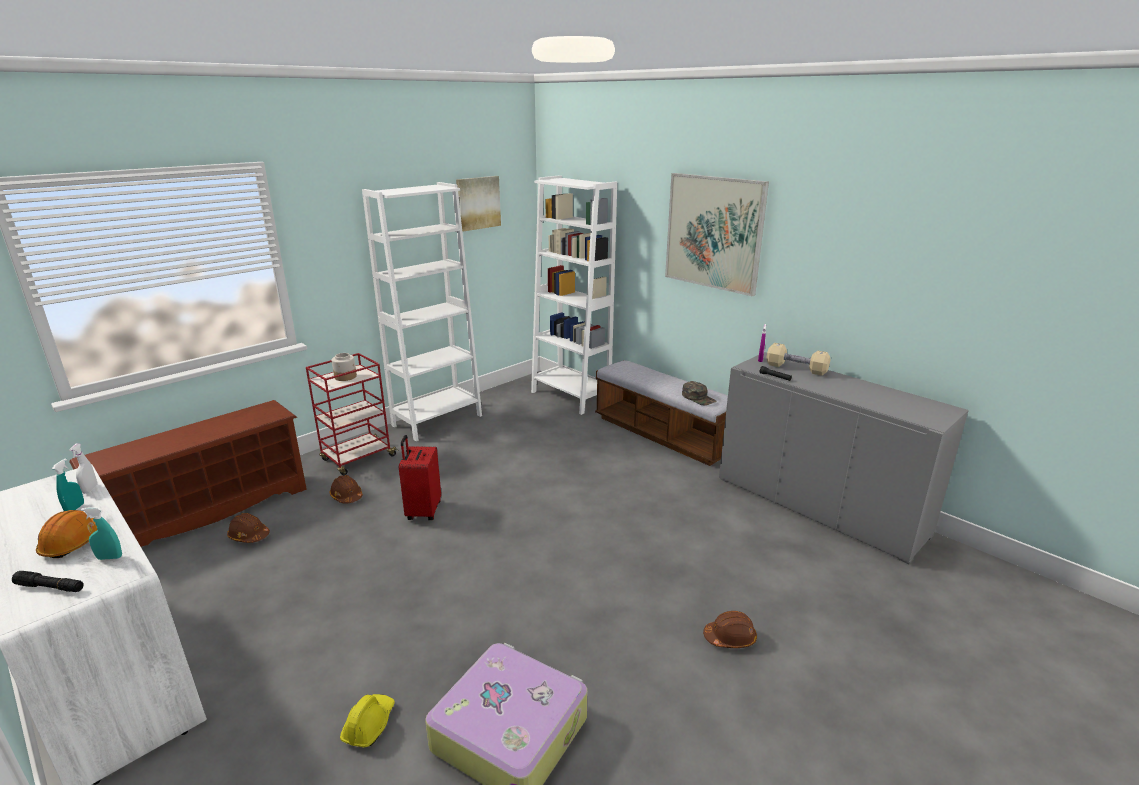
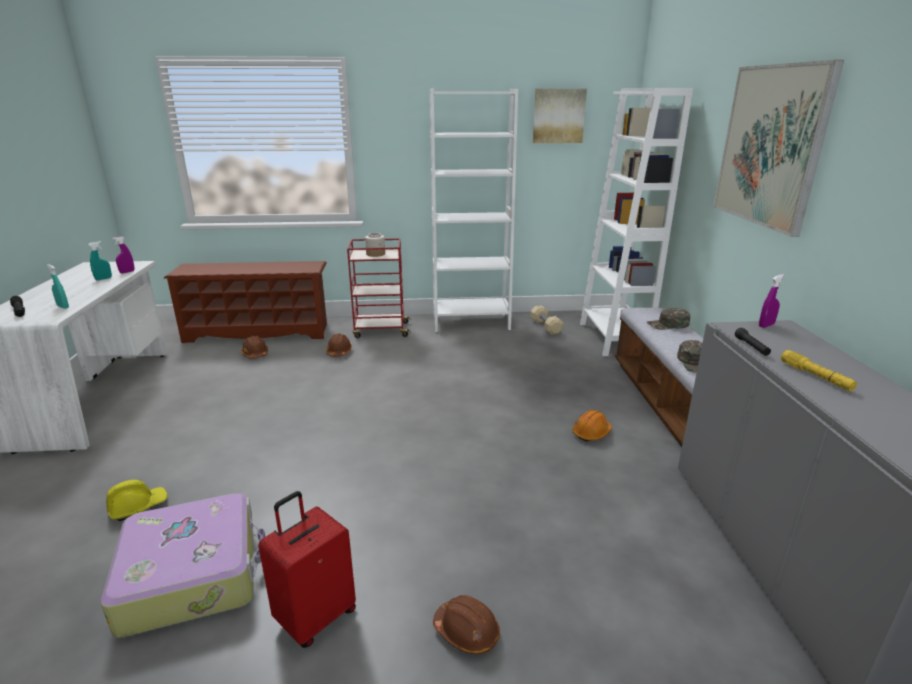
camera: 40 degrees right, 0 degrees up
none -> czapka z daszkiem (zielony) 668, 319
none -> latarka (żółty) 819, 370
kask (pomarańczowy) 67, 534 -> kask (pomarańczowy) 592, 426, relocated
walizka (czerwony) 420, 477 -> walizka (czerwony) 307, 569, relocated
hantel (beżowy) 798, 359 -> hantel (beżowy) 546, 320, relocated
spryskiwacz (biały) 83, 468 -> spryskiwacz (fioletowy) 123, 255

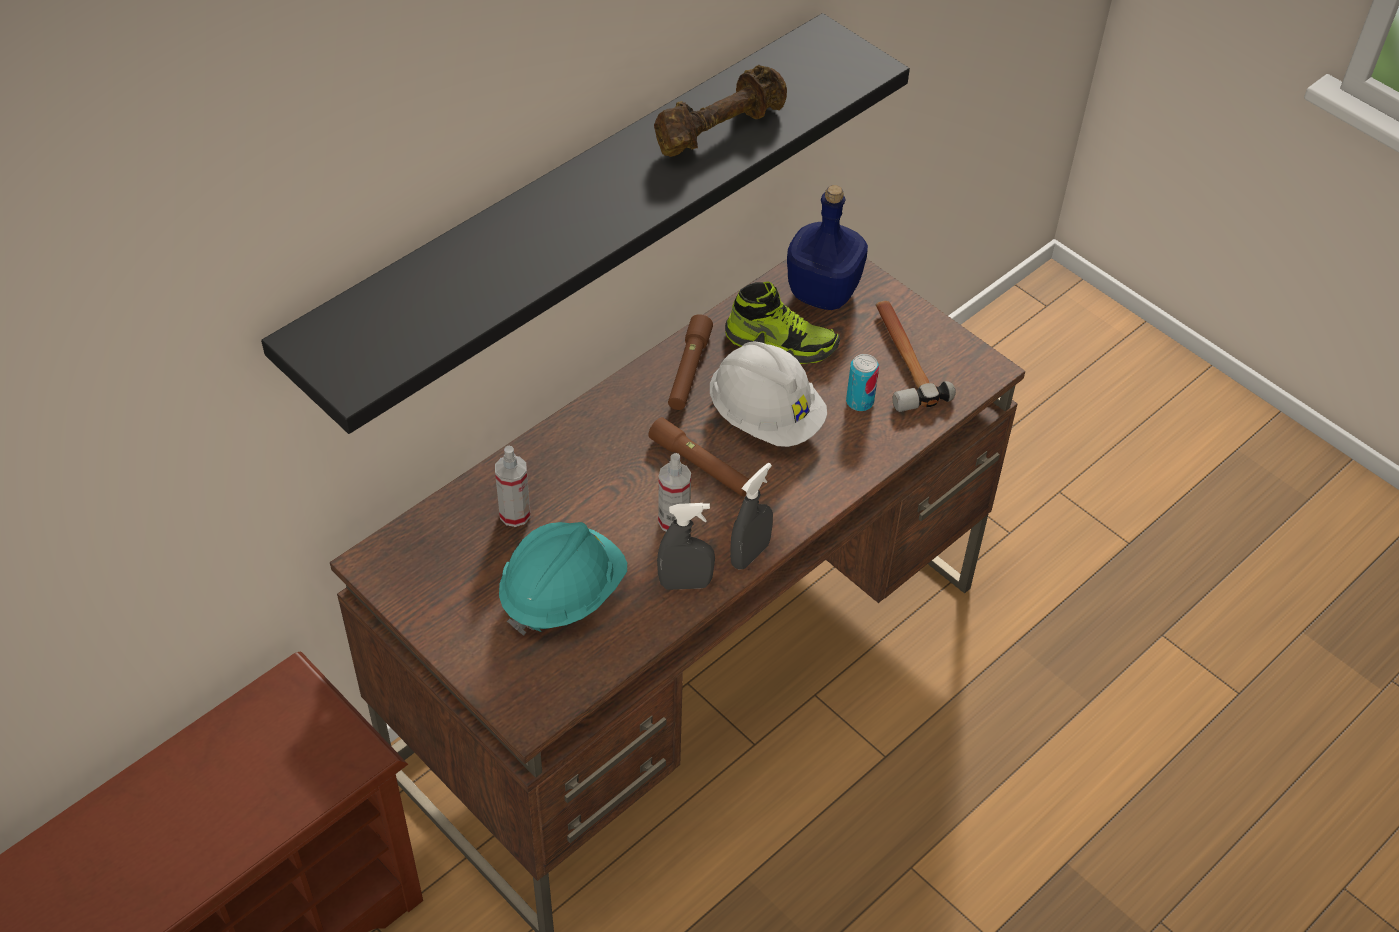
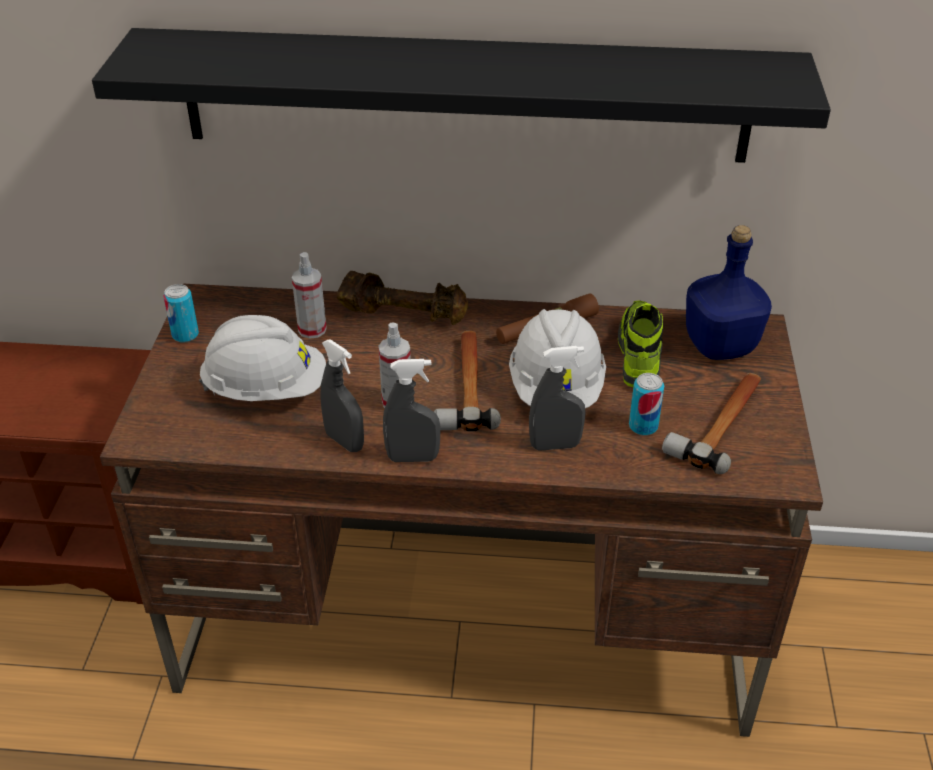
camera: 50 degrees right, 10 degrees down
none -> puszka 181, 313
none -> spryskiwacz (szary) 557, 398
hantel (brązowy) 720, 111 -> hantel (brązowy) 402, 298, relocated
latarka (brązowy) 698, 457 -> młotek 467, 381
kask (turkusowy) 563, 579 -> kask (biały) 262, 358
but 782, 322 -> but 640, 343, 150 degrees counterclockwise

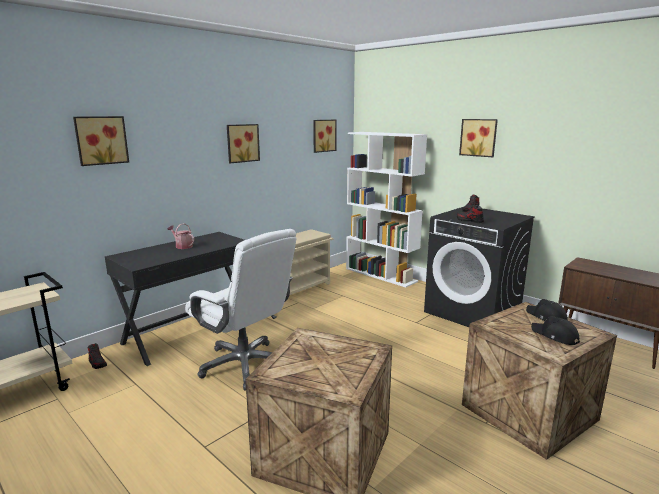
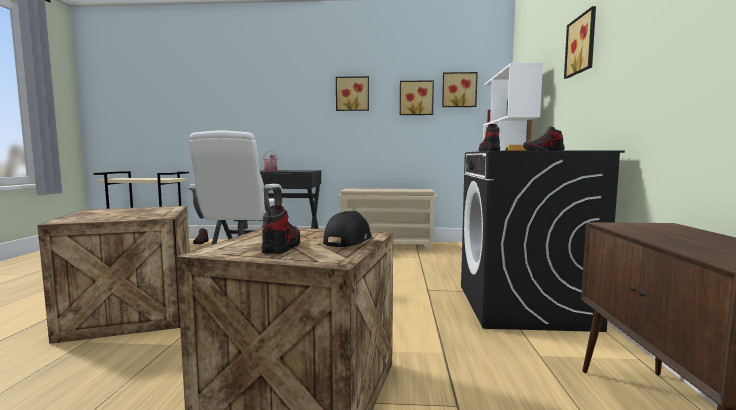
camera: 50 degrees right, 10 degrees down
obraz 101, 141 -> obraz 417, 97, relocated
czapka z daszkiem (czarny) 555, 330 -> but 280, 229

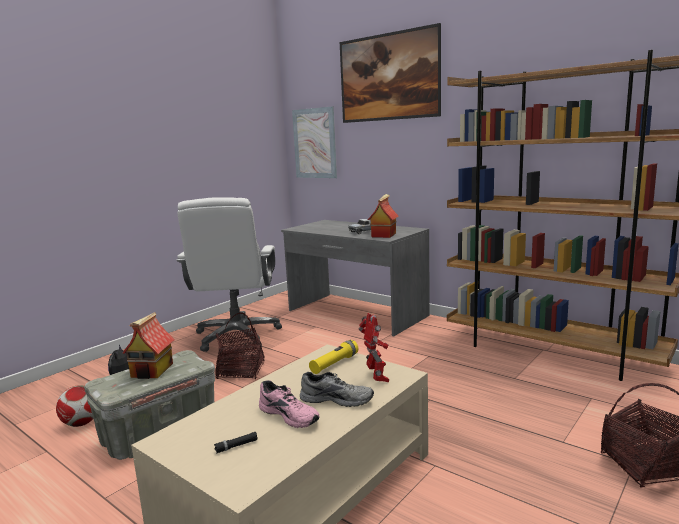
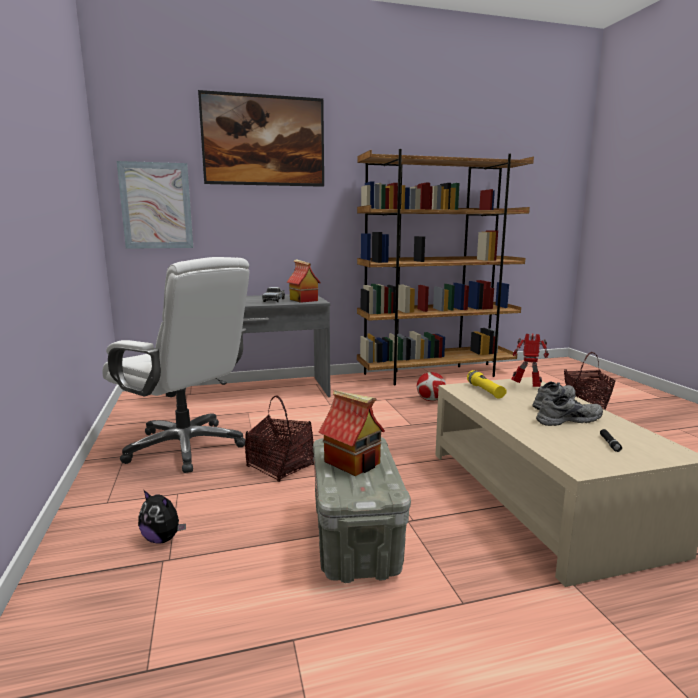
camera: 55 degrees left, 0 degrees up
piłka futbolowa 74, 406 -> piłka futbolowa 431, 386, relocated
but (różowy) 289, 404 -> but (szary) 569, 410

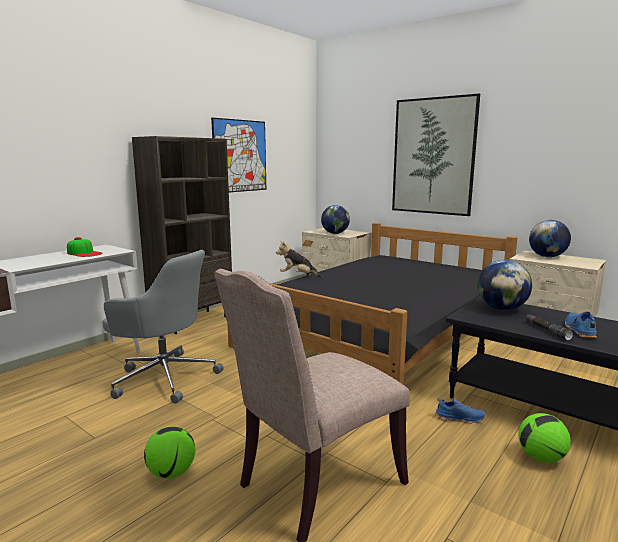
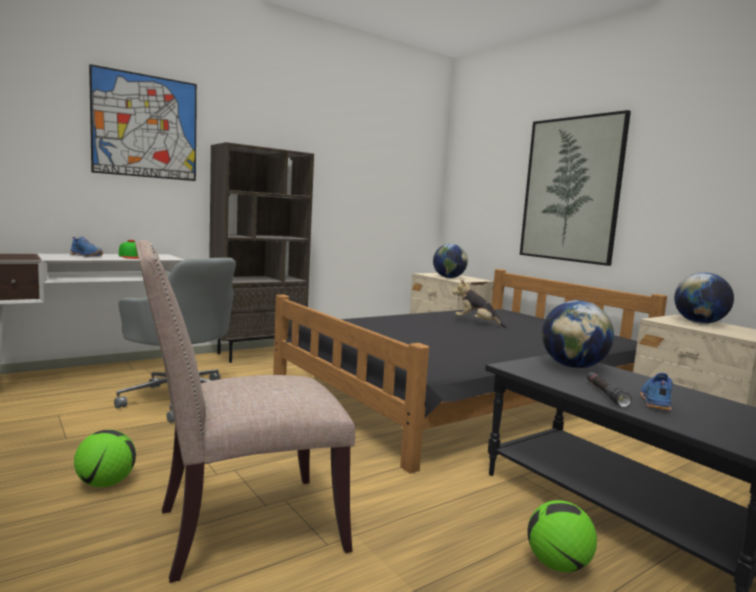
camera: 15 degrees right, 5 degrees down
obraz 238, 154 -> obraz 143, 122, relocated
pluszak 299, 259 -> pluszak 480, 303, relocated
but (niebieski) 460, 411 -> but (niebieski) 86, 246, relocated

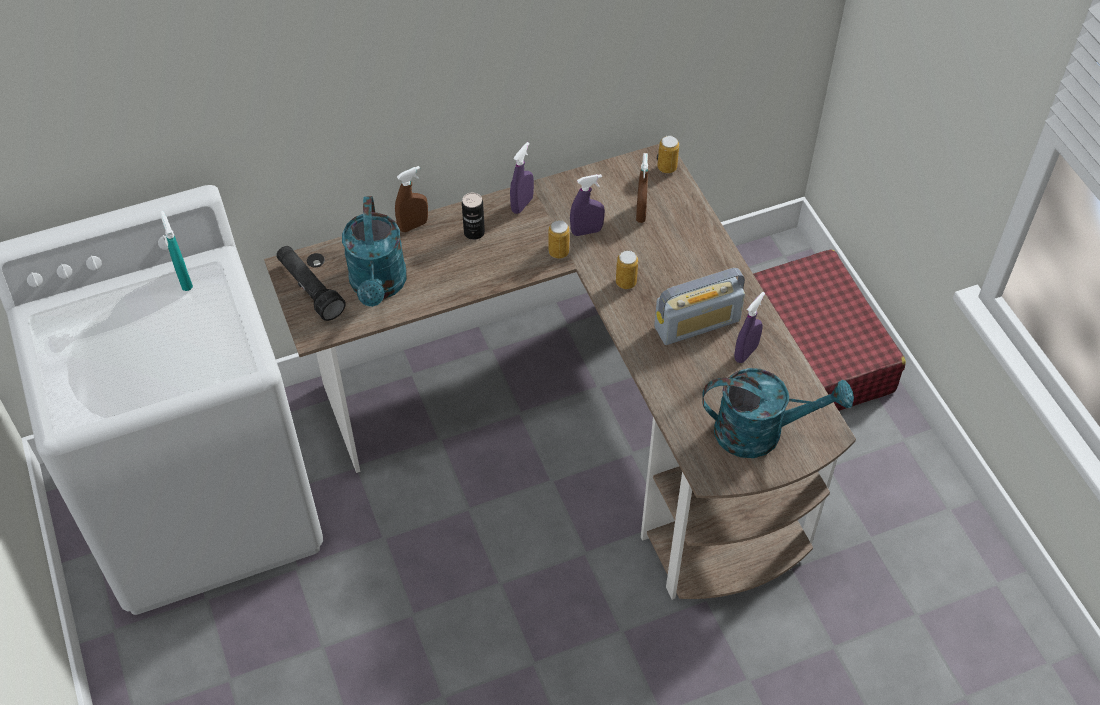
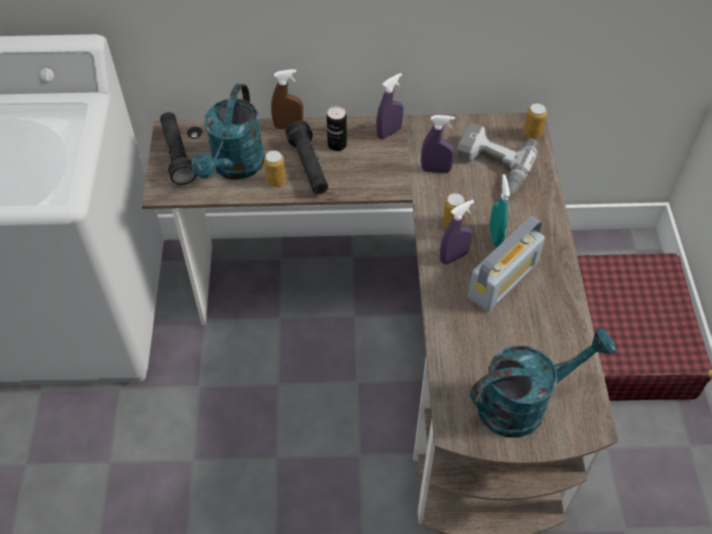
camera: 20 degrees right, 0 degrees up
none -> latarka (czarny) 306, 157
spryskiwacz (turkusowy) 176, 251 -> spryskiwacz (turkusowy) 499, 210, relocated
puszka 559, 239 -> puszka 275, 168, relocated
spryskiwacz (fioletowy) 749, 327 -> spryskiwacz (fioletowy) 457, 232, relocated
spryskiwacz (brązowy) 642, 188 -> wiertarka 497, 159
radio 699, 306 -> radio 506, 263, 45 degrees counterclockwise
konewka (turkusowy) 778, 413 -> konewka (turkusowy) 543, 383, 45 degrees counterclockwise

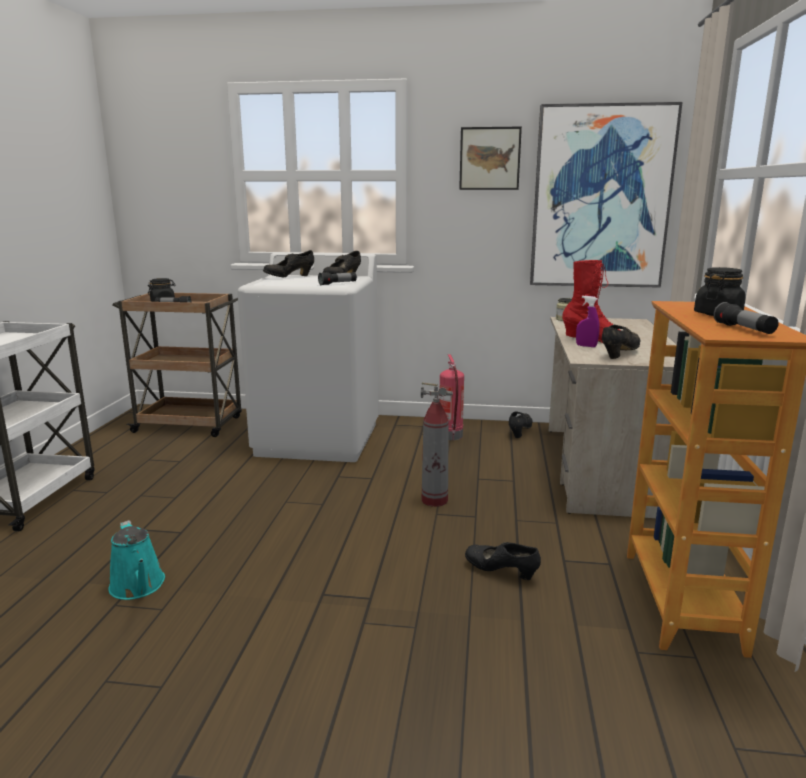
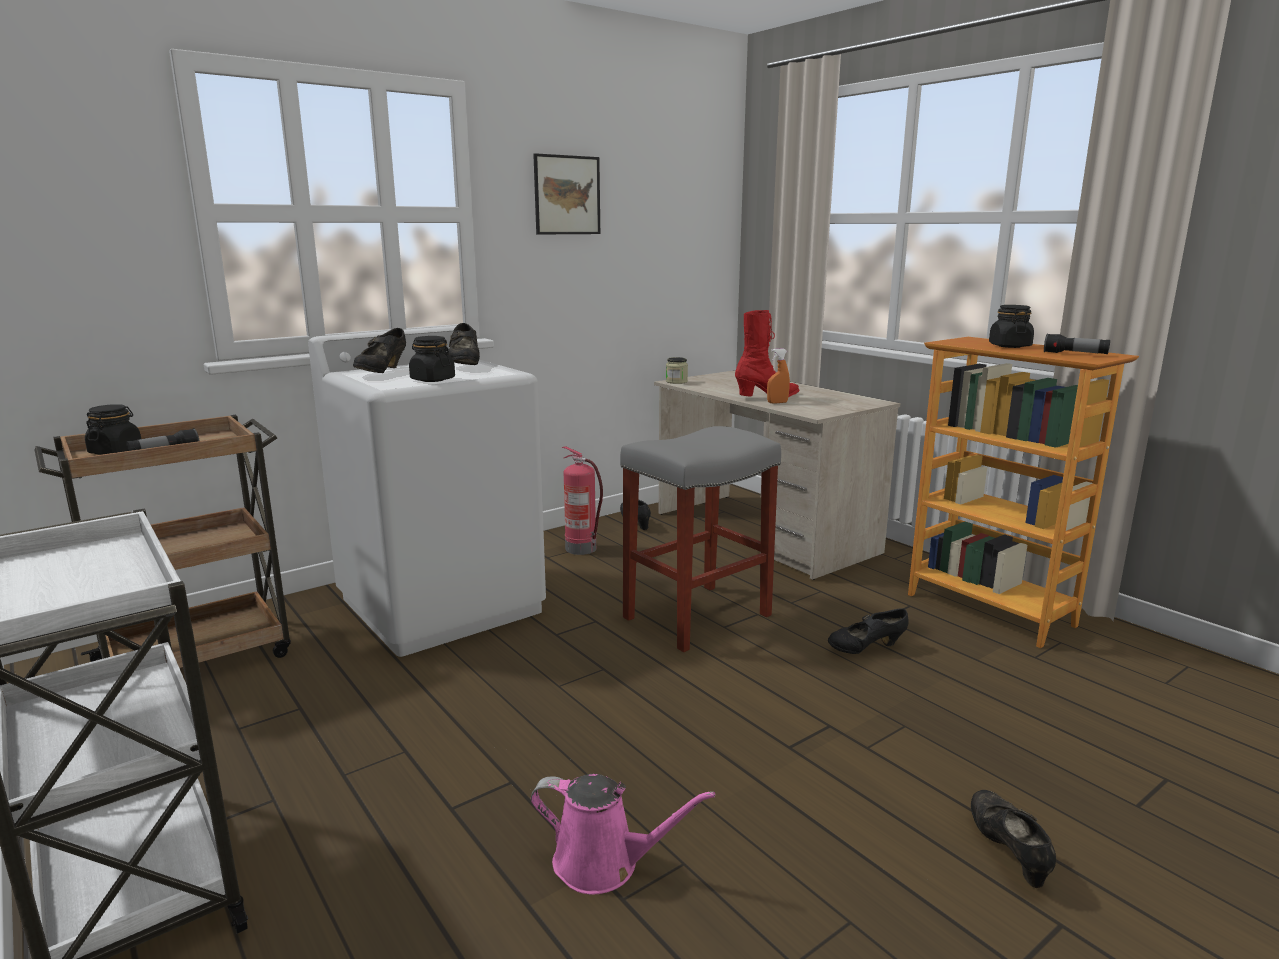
camera: 45 degrees left, 0 degrees up
latarka 337, 278 -> none
obraz 606, 195 -> none
none -> słoik (czarny) 432, 359
but (czarny) 621, 342 -> but (czarny) 1013, 839, relocated
gaśnica 437, 444 -> stołek (szary) 700, 539
konewka (turkusowy) 136, 560 -> konewka (różowy) 623, 834
spryskiwacz (fioletowy) 588, 321 -> spryskiwacz (pomarańczowy) 778, 376

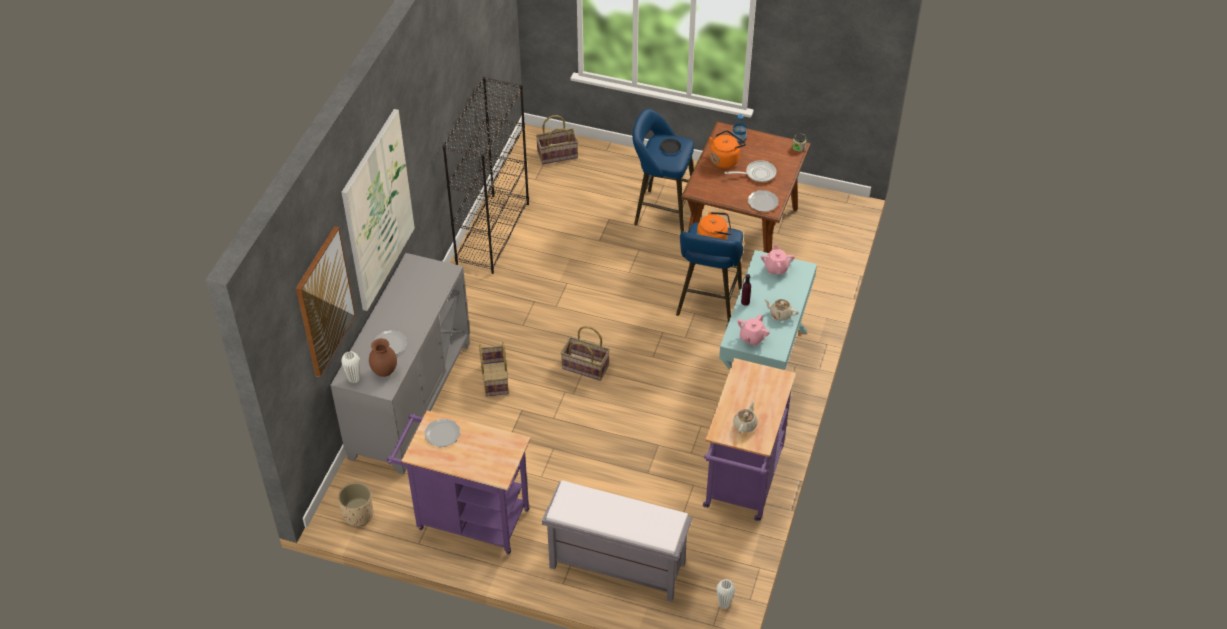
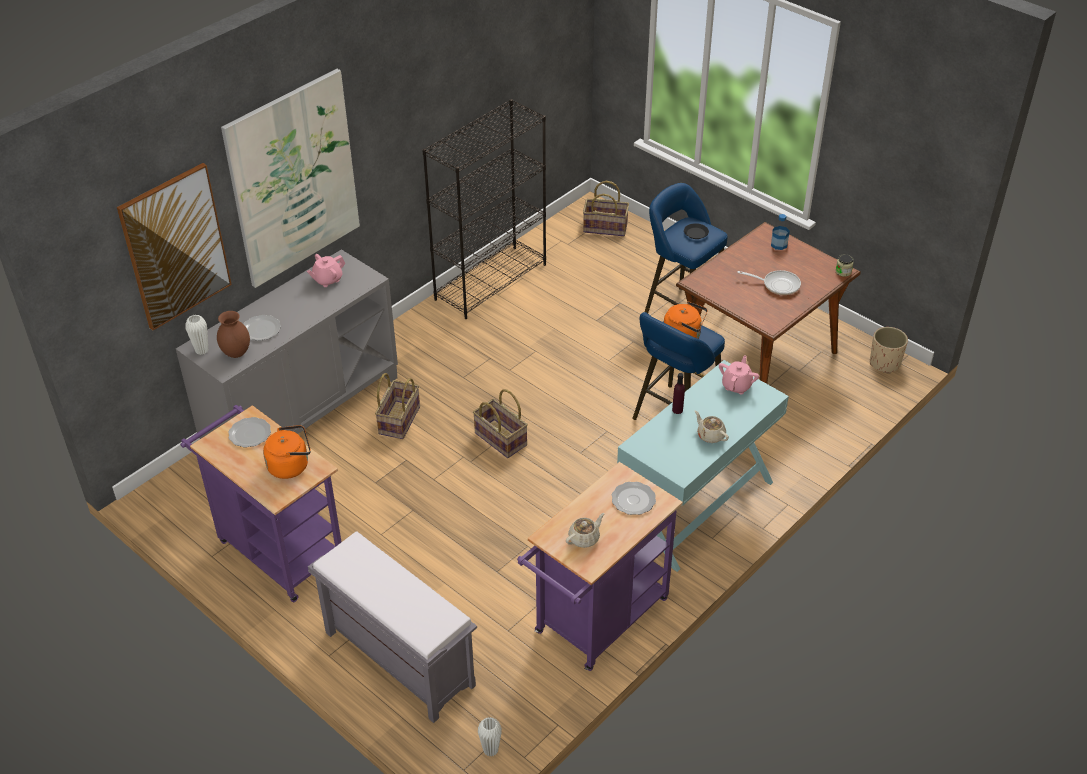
camera: 25 degrees right, 5 degrees down
donica (beżowy) 356, 504 -> donica (beżowy) 889, 350, relocated
czajnik (pomarańczowy) 727, 149 -> czajnik (pomarańczowy) 287, 452, relocated
imbryk (różowy) 753, 330 -> imbryk (różowy) 326, 270, relocated
talerz 763, 201 -> talerz 634, 498, relocated

